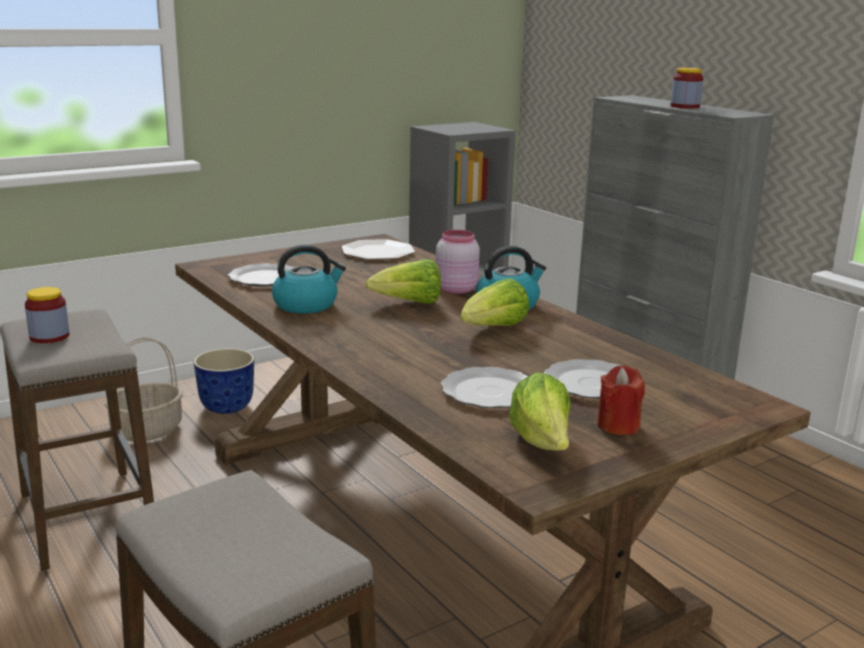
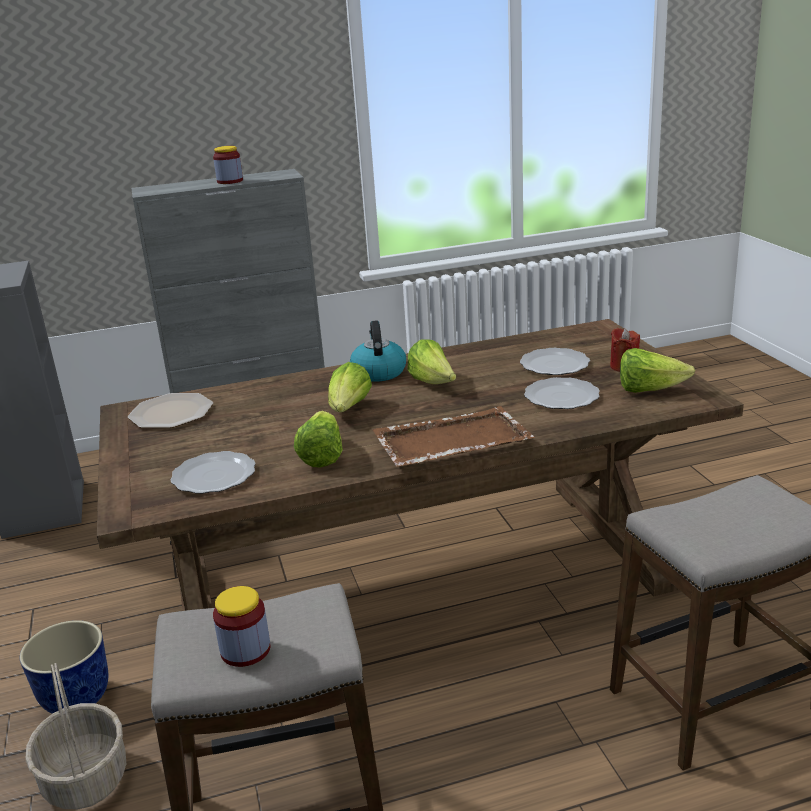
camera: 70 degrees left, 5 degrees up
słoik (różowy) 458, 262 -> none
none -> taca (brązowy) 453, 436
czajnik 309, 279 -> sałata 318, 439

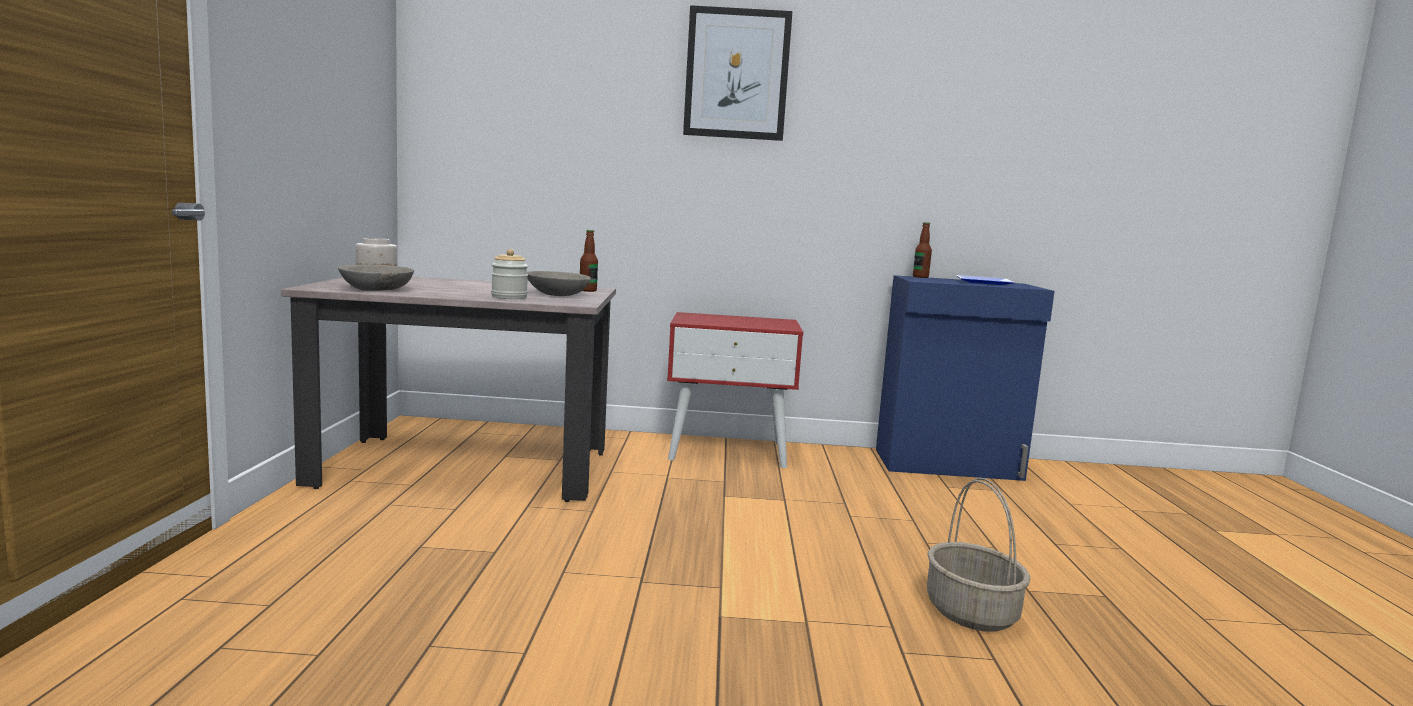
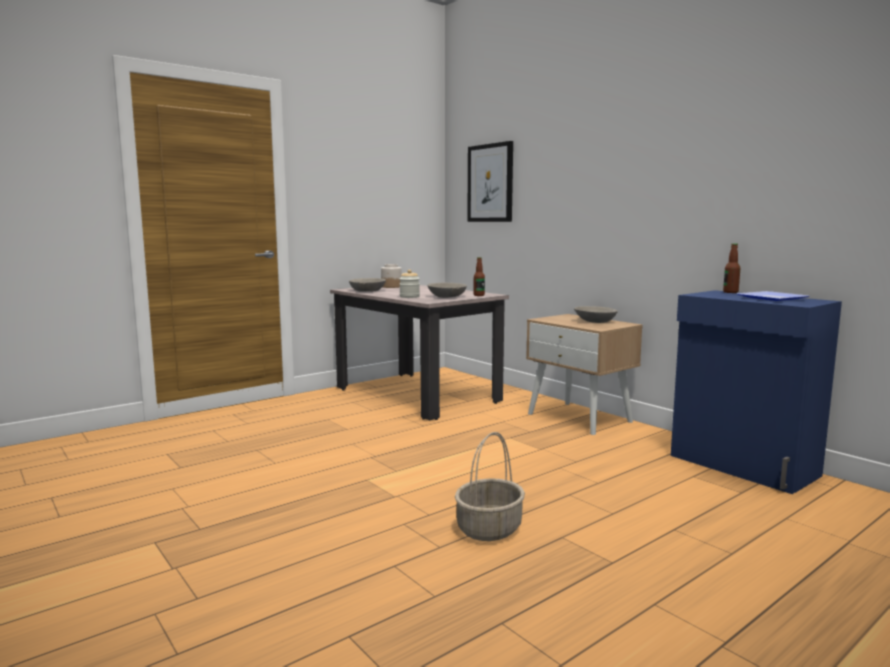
camera: 50 degrees right, 0 degrees up
none -> miska (szary) 596, 314
obraz 737, 73 -> obraz 490, 181, relocated
szafka nocna (czerwony) 735, 390 -> szafka nocna (beżowy) 584, 374

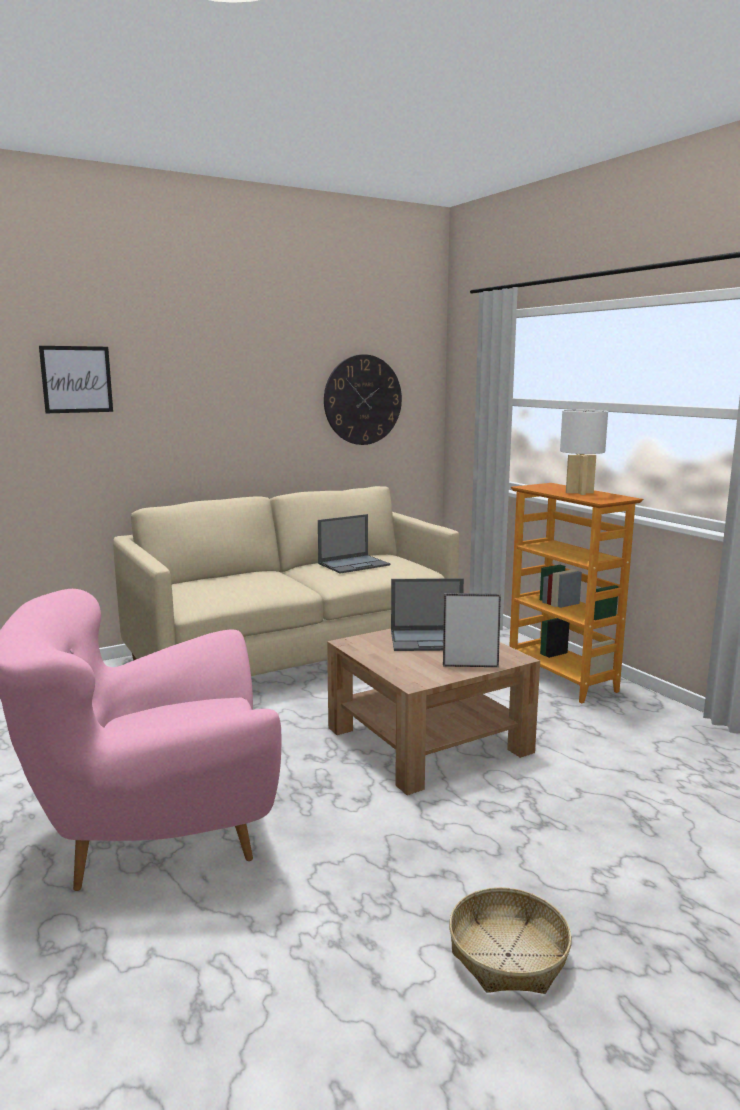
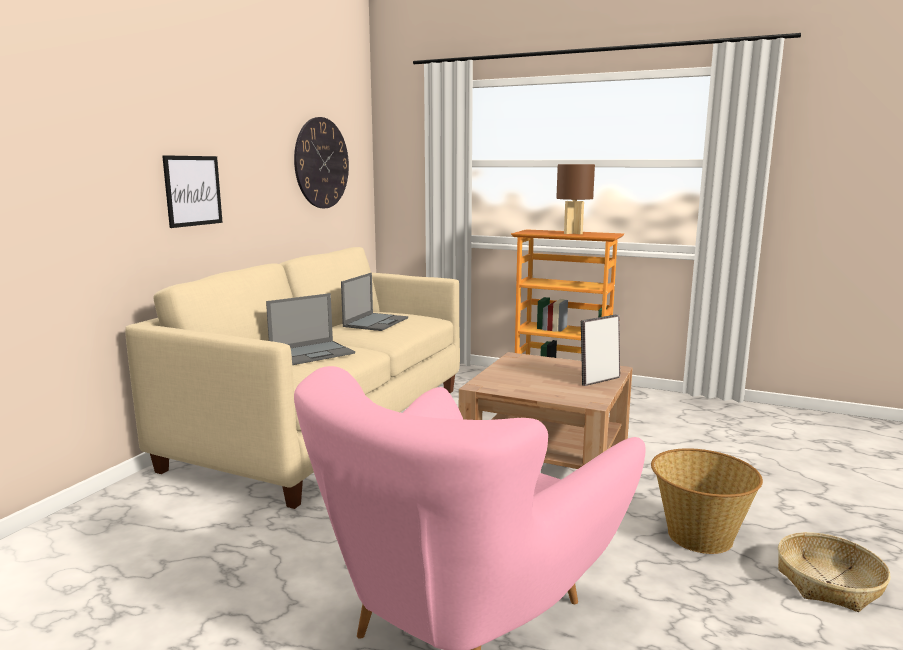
camera: 35 degrees left, 0 degrees up
none -> koszyk 707, 501
obraz 76, 379 -> obraz 192, 191, relocated
laptop 427, 614 -> laptop 310, 329, relocated
lampa stołowa (biały) 584, 452 -> lampa stołowa (brązowy) 575, 199

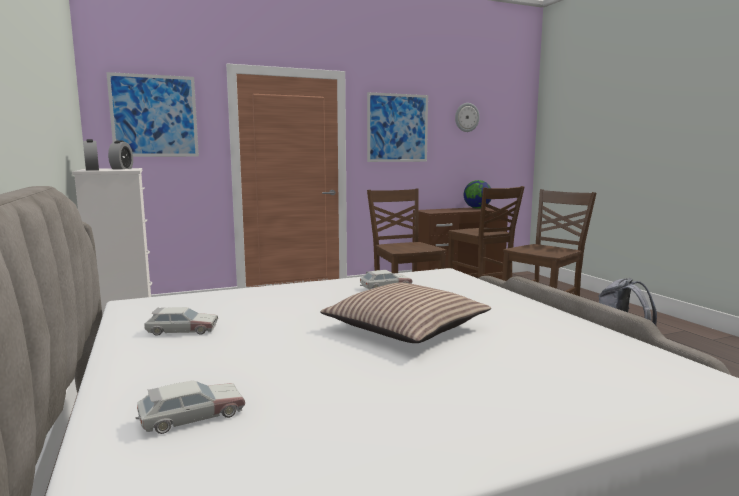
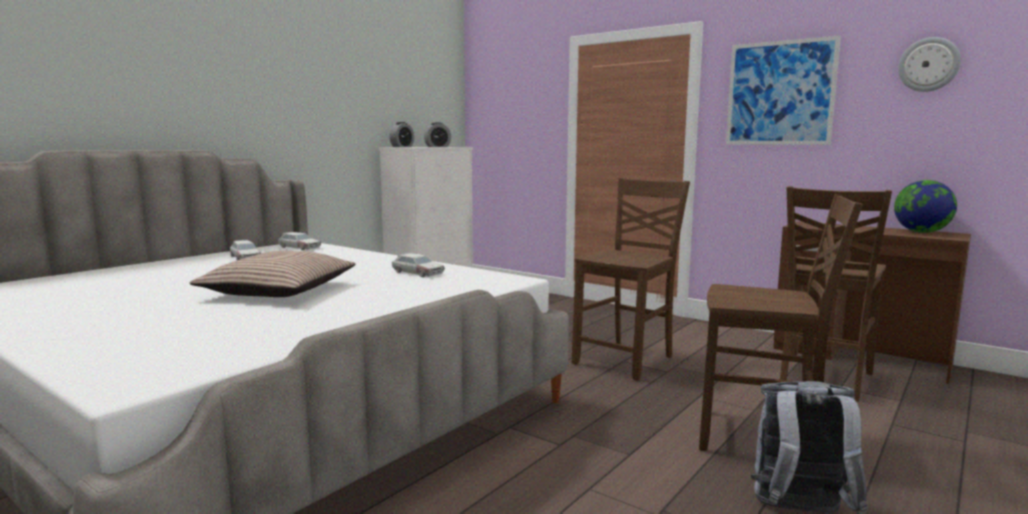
camera: 60 degrees right, 0 degrees up
obraz 152, 114 -> none
samochodzik 190, 407 -> samochodzik 299, 241, relocated

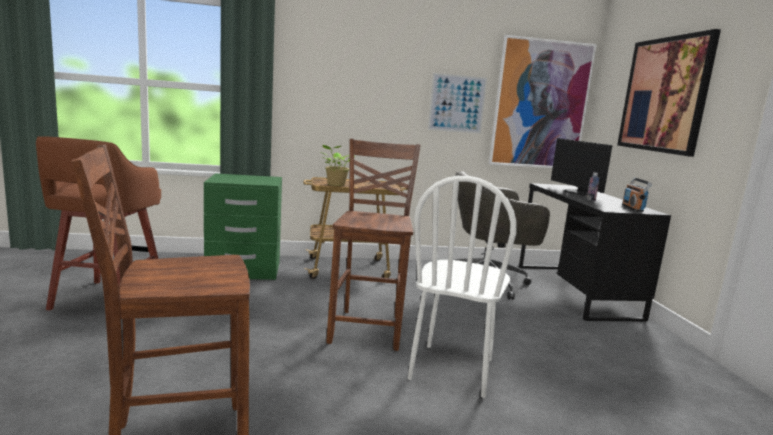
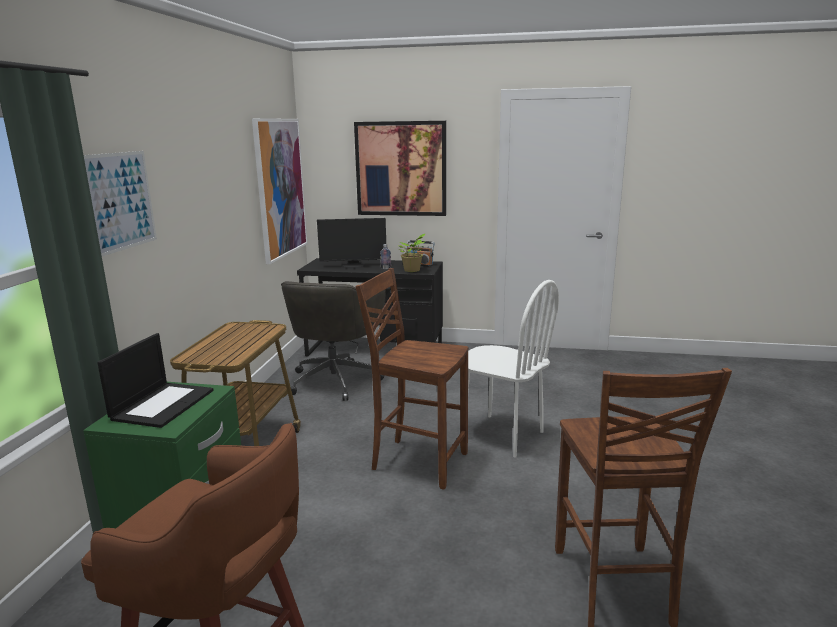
camera: 70 degrees left, 5 degrees up
none -> laptop 155, 380
roślina doniczkowa 337, 165 -> roślina doniczkowa 412, 253, relocated
obraz 457, 103 -> obraz 120, 203, relocated

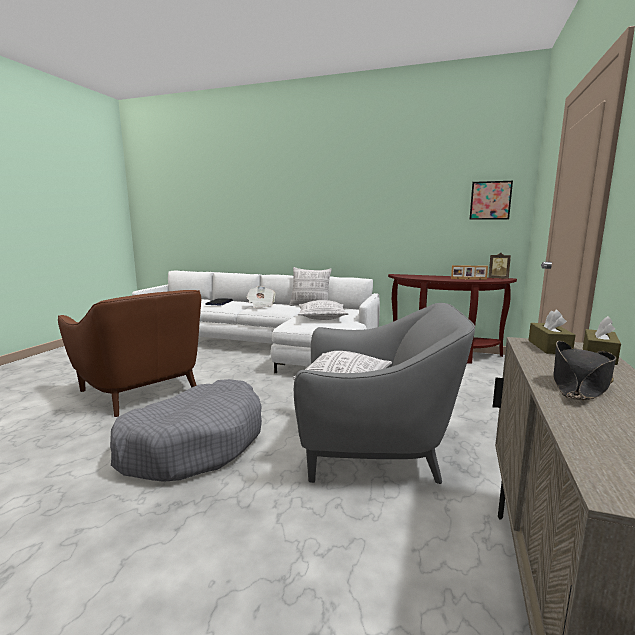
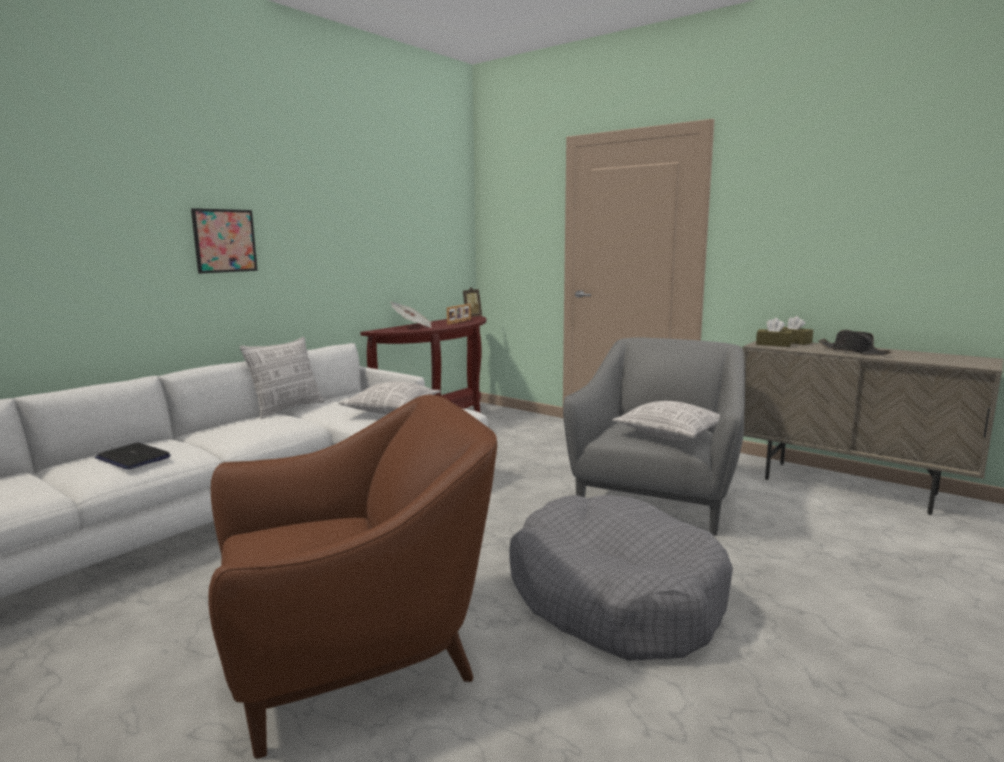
camera: 70 degrees left, 0 degrees up
gazeta 261, 297 -> gazeta 411, 315, relocated
obraz 491, 200 -> obraz 224, 241, relocated

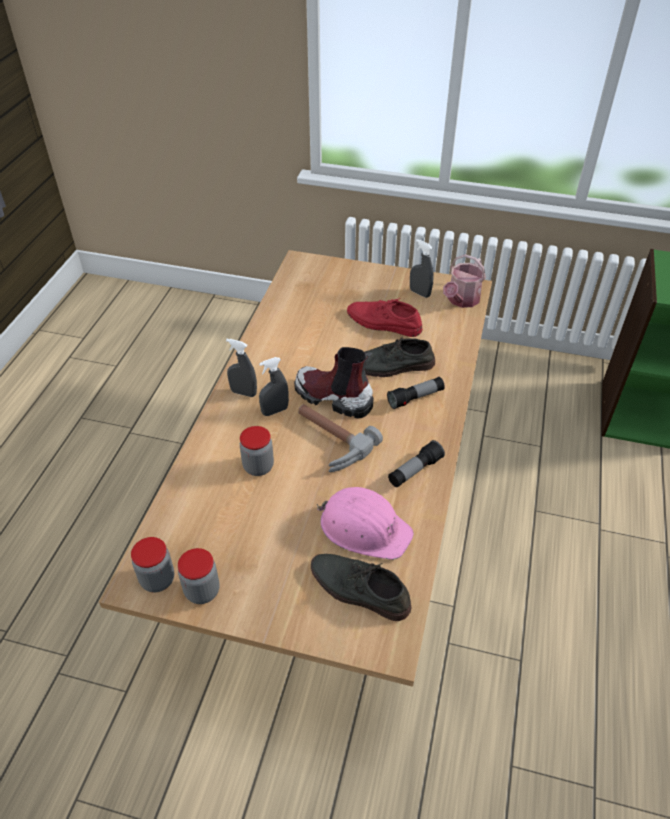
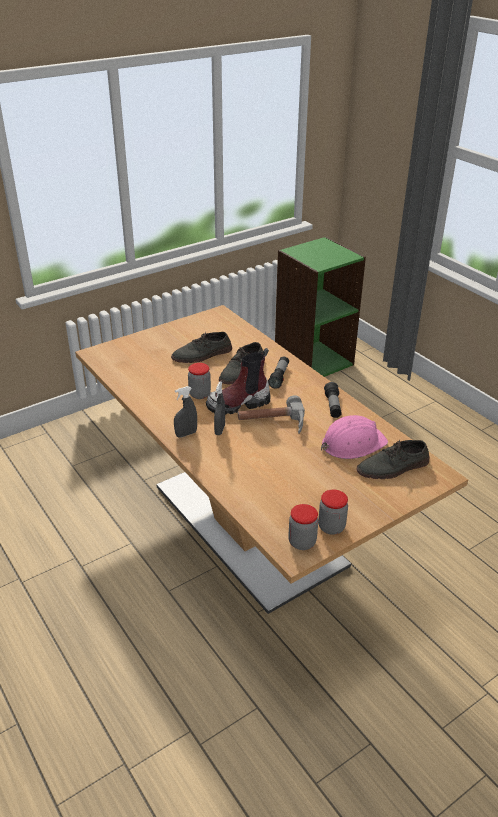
camera: 50 degrees left, 10 degrees down
spryskiwacz (szary) 422, 268 -> none
konewka 464, 281 -> none
słoik 257, 451 -> słoik 199, 381, relocated
but (czerwony) 385, 317 -> but (szary) 201, 347

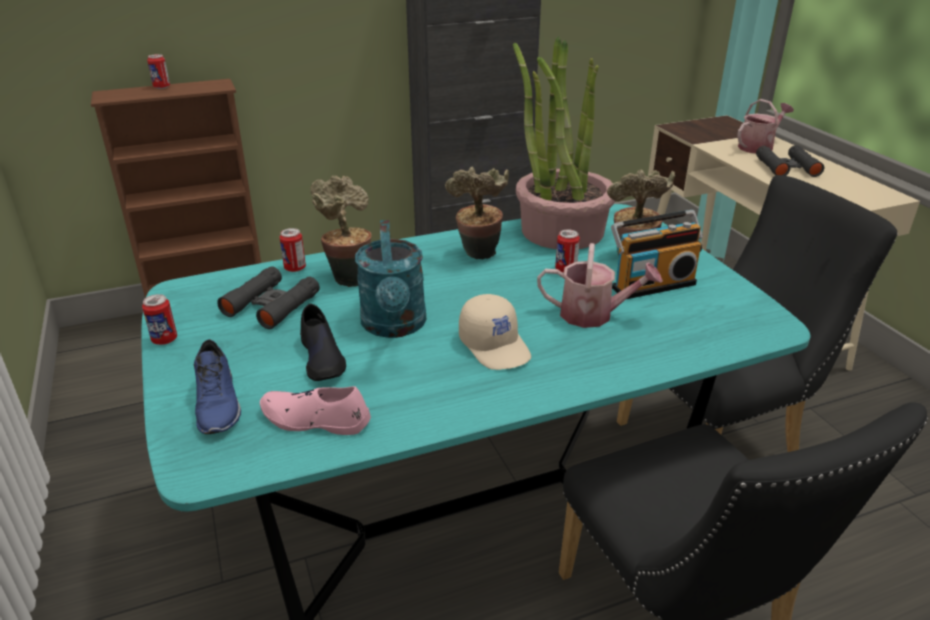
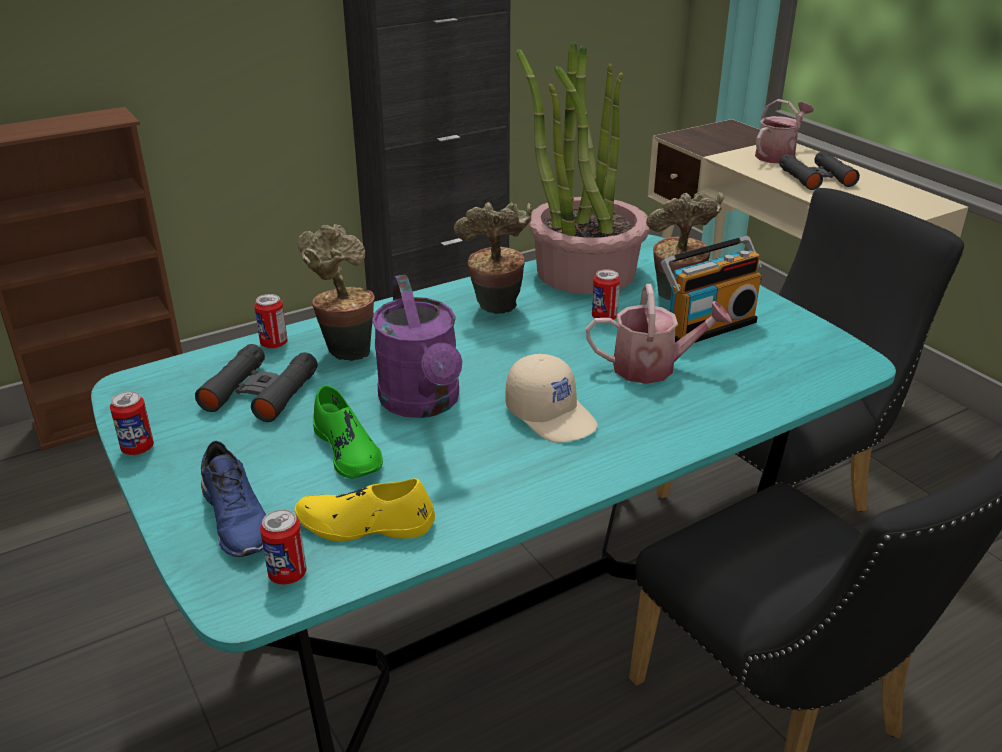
camera: 10 degrees left, 0 degrees up
puszka 158, 71 -> puszka 283, 547, relocated
but (różowy) 315, 410 -> but (żółty) 365, 509
but (czarny) 323, 342 -> but (zielony) 348, 431
konewka (turkusowy) 390, 279 -> konewka (fioletowy) 417, 346

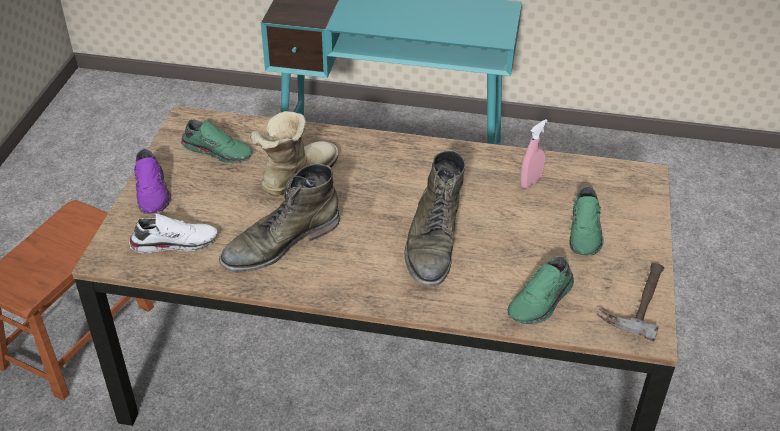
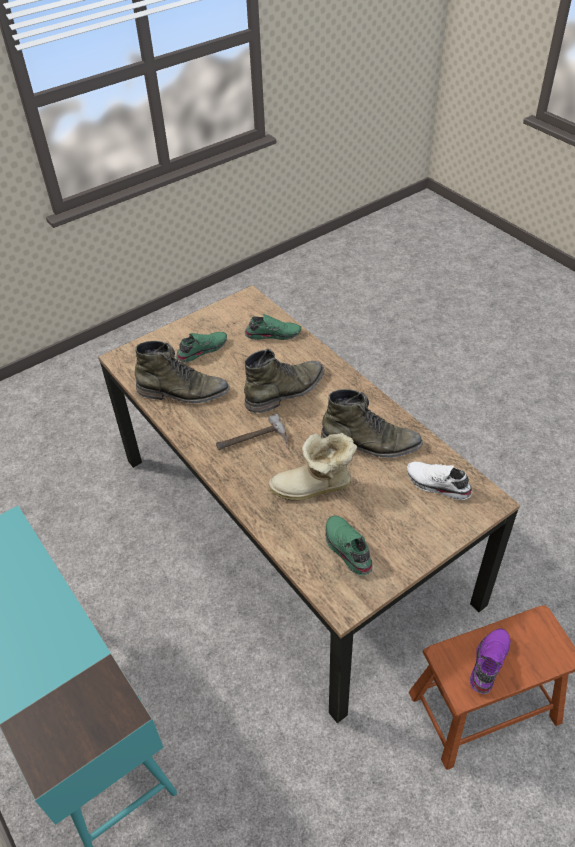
camera: 135 degrees left, 5 degrees up
but (fioletowy) 152, 181 -> but (fioletowy) 490, 661, relocated
młotek 631, 302 -> młotek 251, 432, relocated
spryskiwacz (różowy) 534, 153 -> but z cholewką (zielony) 182, 372

